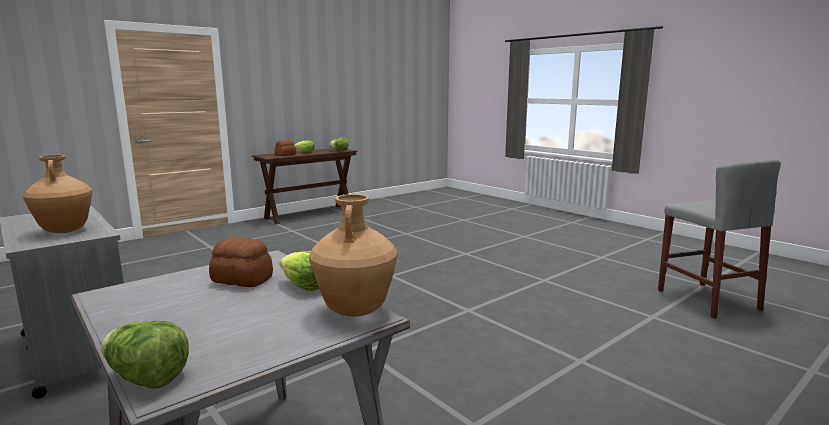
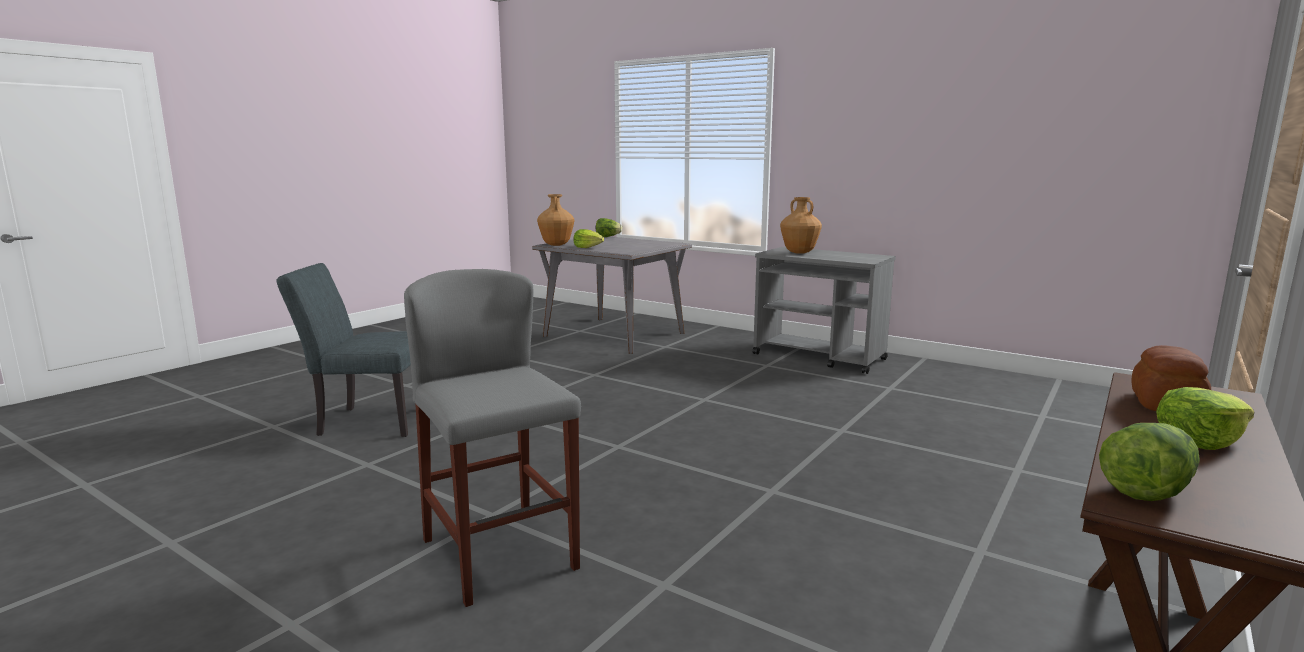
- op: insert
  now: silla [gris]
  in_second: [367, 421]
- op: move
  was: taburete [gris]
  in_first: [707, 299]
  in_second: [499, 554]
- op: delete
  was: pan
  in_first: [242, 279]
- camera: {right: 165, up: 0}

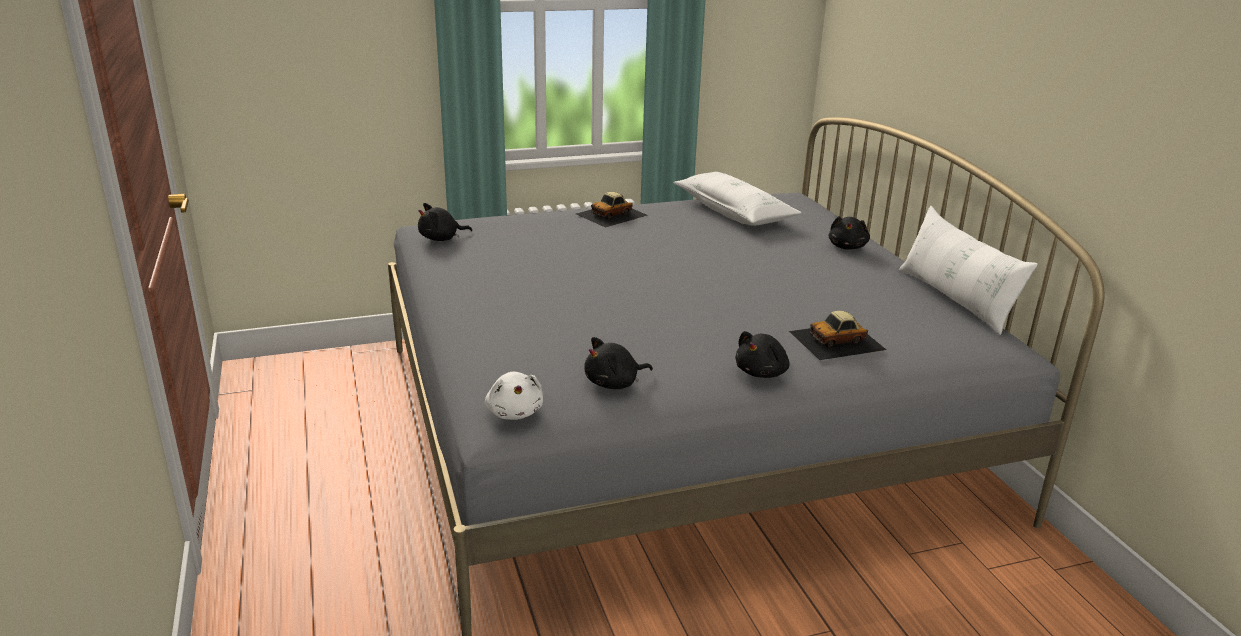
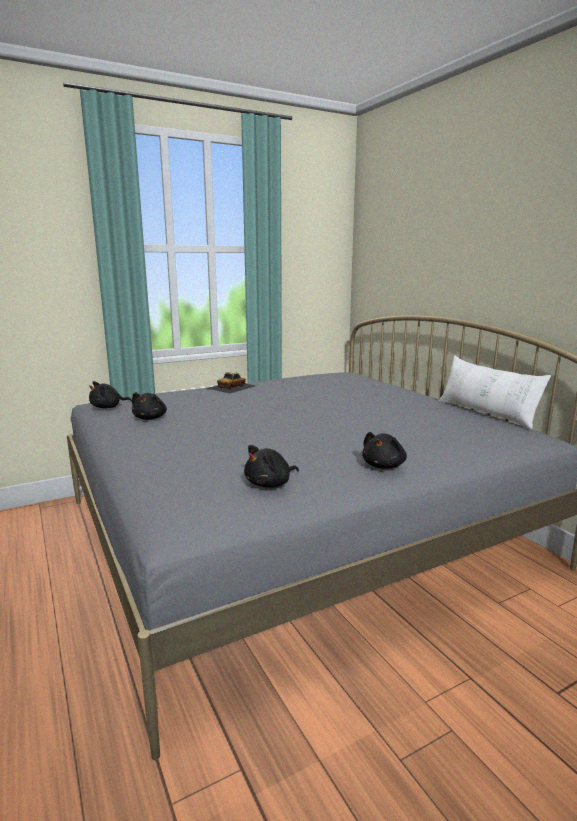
- op: move
  was: peluche [negro]
  in_first: [847, 247]
  in_second: [150, 418]
- op: delete
  was: peluche [blanco]
  in_first: [514, 412]
- op: delete
  was: cojín [blanco]
  in_first: [734, 212]
- op: delete
  was: coche de juguete
  in_first: [837, 340]
- camera: {right: -10, up: -10}

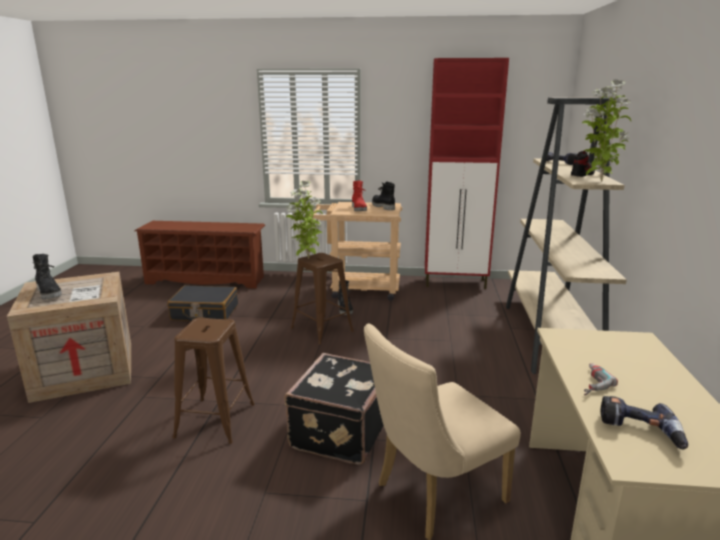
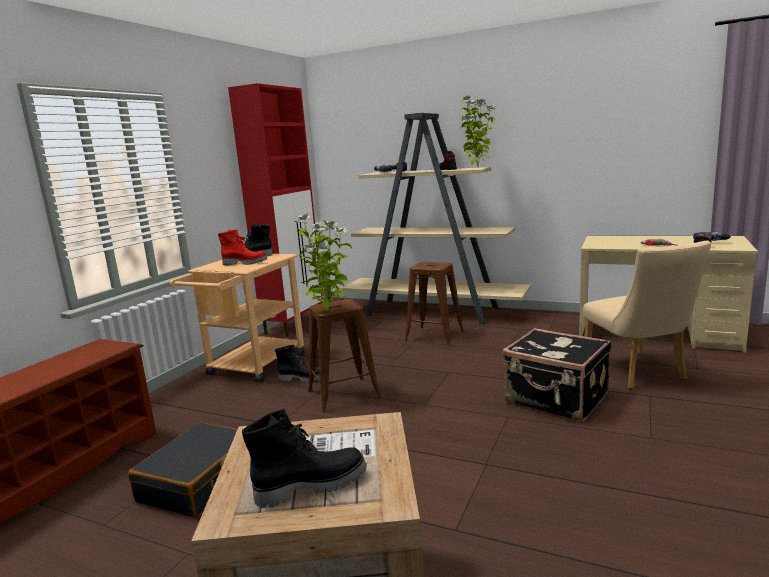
- op: move
  was: taburete [marrón]
  in_first: [215, 420]
  in_second: [434, 336]
- camera: {right: -70, up: -5}

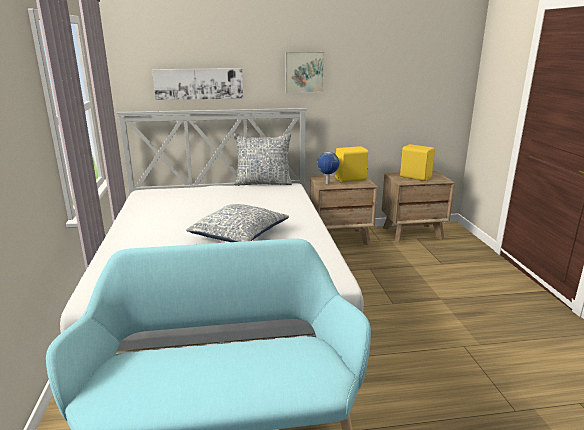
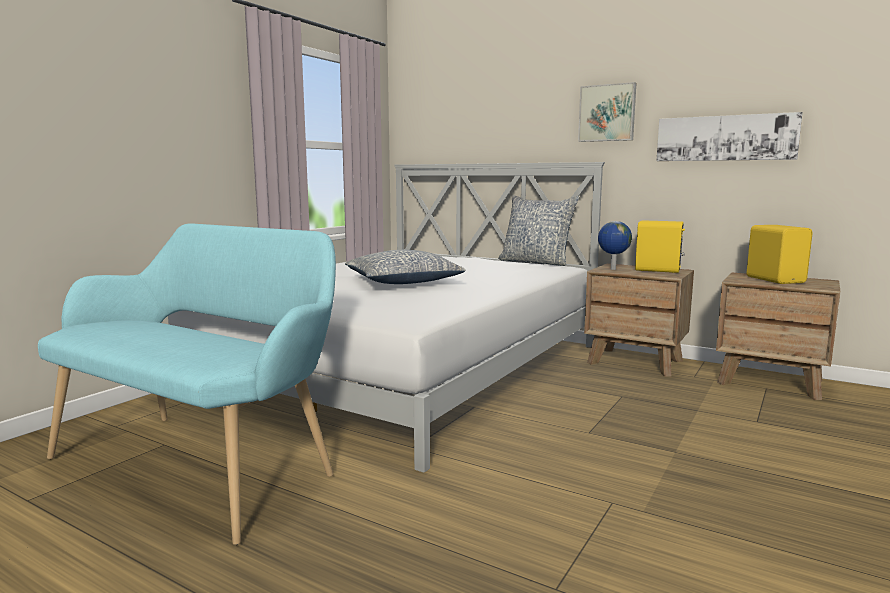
- op: move
  was: cuadro
  in_first: [199, 83]
  in_second: [725, 138]
- camera: {right: 40, up: -10}

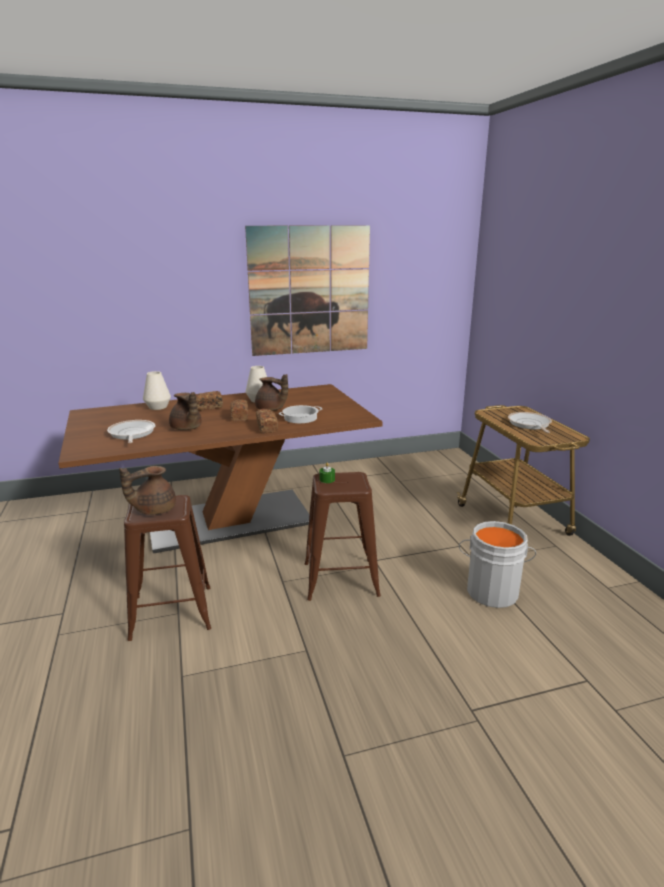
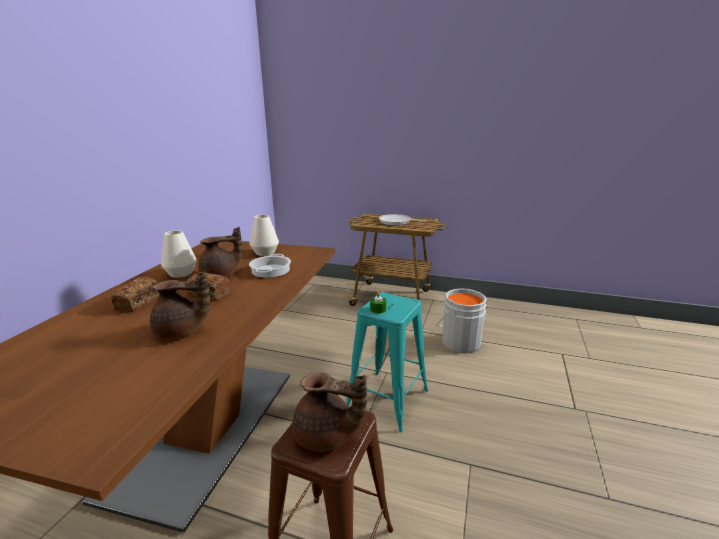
- op: move
  was: florero [blanco]
  in_first: [158, 407]
  in_second: [265, 253]
- op: rotate
  was: tetera [marrón]
  in_first: [153, 509]
  in_second: [326, 436]
  clockwise: -75
- op: recolor
  was: taburete [marrón]
  now: taburete [turquesa]
  in_first: [340, 579]
  in_second: [387, 399]
- op: delete
  was: sartén
  in_first: [131, 434]
- op: delete
  was: cuadro
  in_first: [309, 291]
- op: delete
  was: pan
  in_first: [267, 428]
- camera: {right: -55, up: 0}

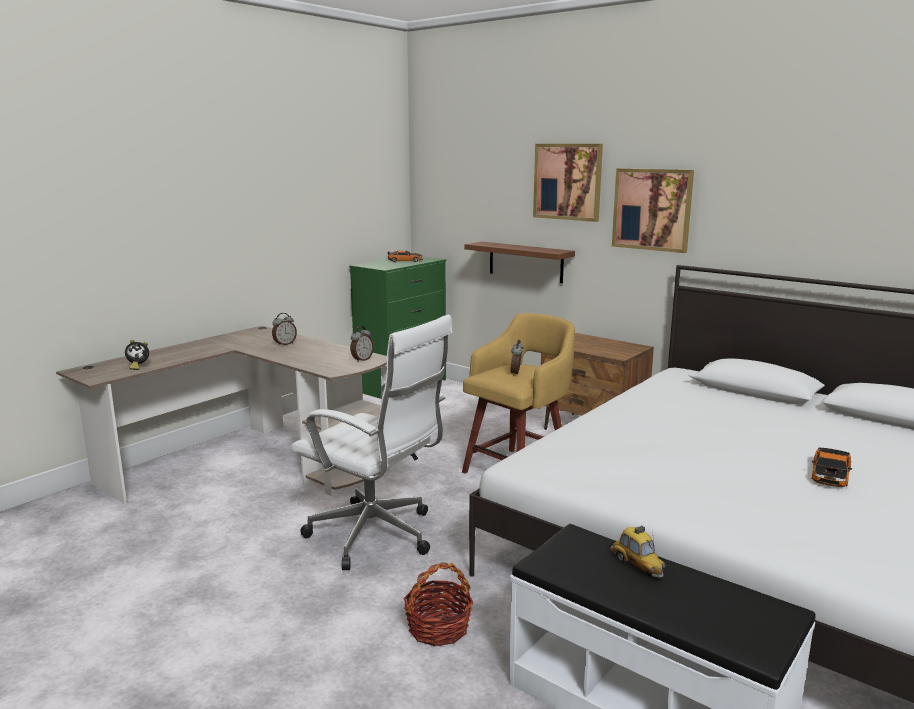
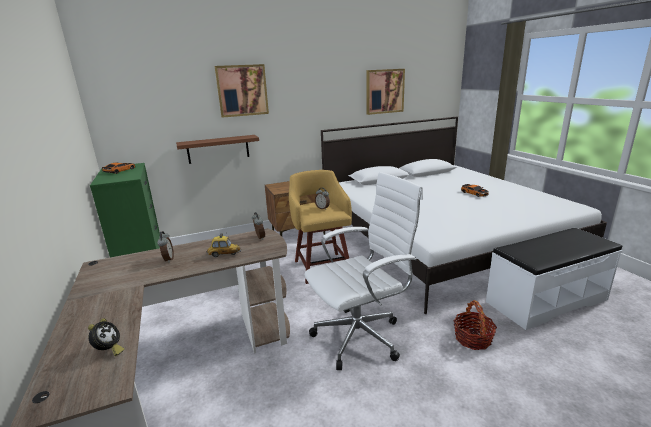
- op: move
  was: coche de juguete
  in_first: [637, 566]
  in_second: [224, 254]
- op: move
  was: cuadro
  in_first: [652, 209]
  in_second: [384, 91]
- camera: {right: -60, up: 5}

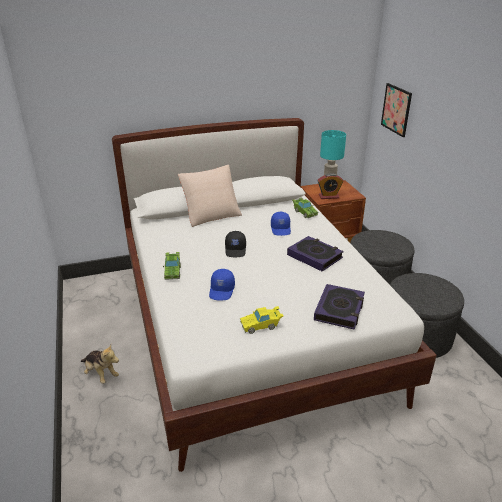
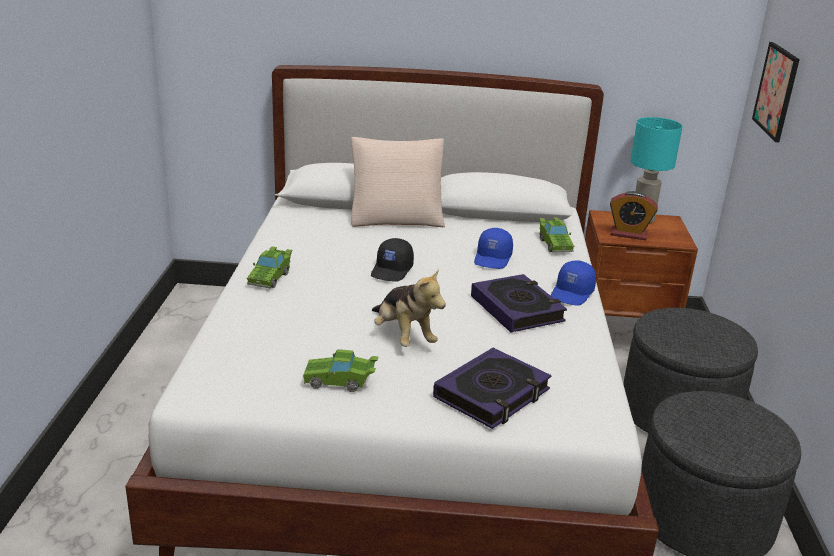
- op: recolor
  was: coche de juguete [amarillo]
  now: coche de juguete [verde]
  in_first: [261, 325]
  in_second: [340, 382]
- op: move
  was: peluche
  in_first: [101, 374]
  in_second: [403, 336]
- op: move
  was: gorra [azul]
  in_first: [222, 290]
  in_second: [572, 294]
- camera: {right: 20, up: -5}

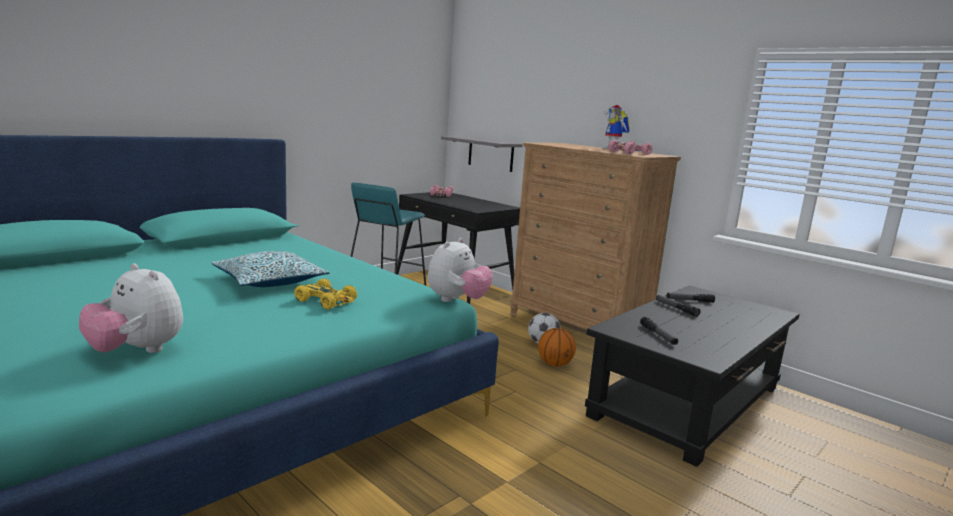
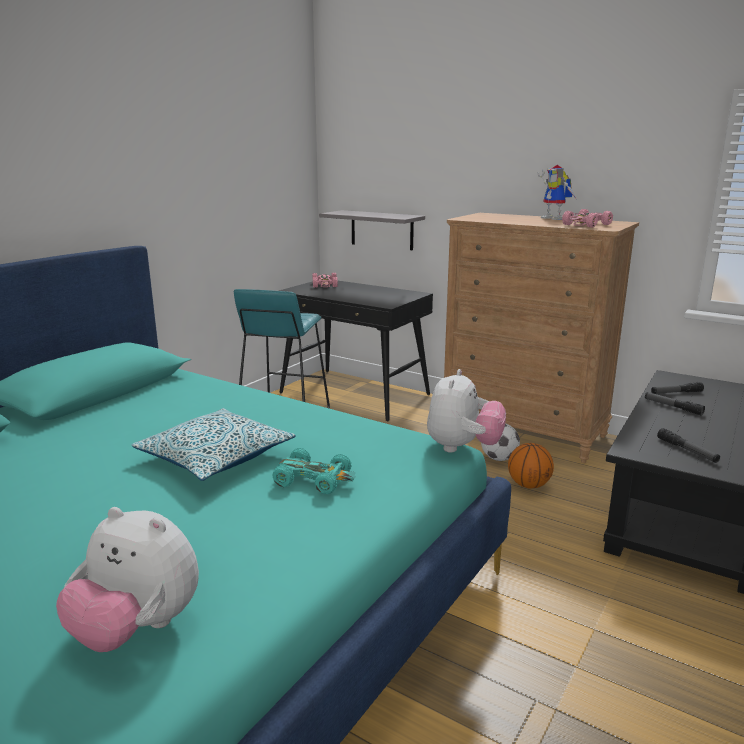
- op: recolor
  was: coche de juguete [amarillo]
  now: coche de juguete [turquesa]
  in_first: [327, 301]
  in_second: [314, 479]
- camera: {right: -10, up: 5}

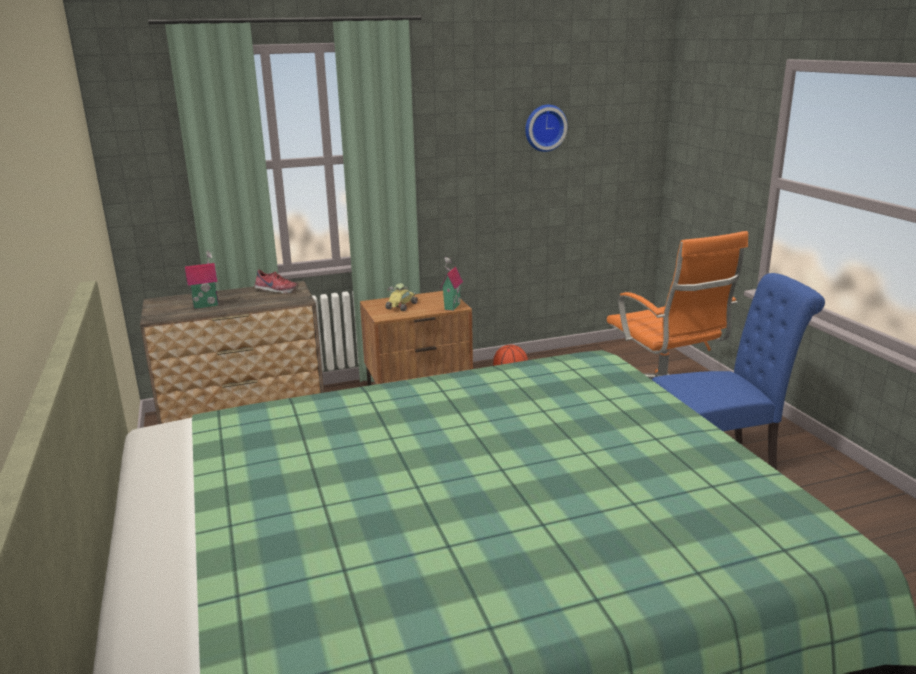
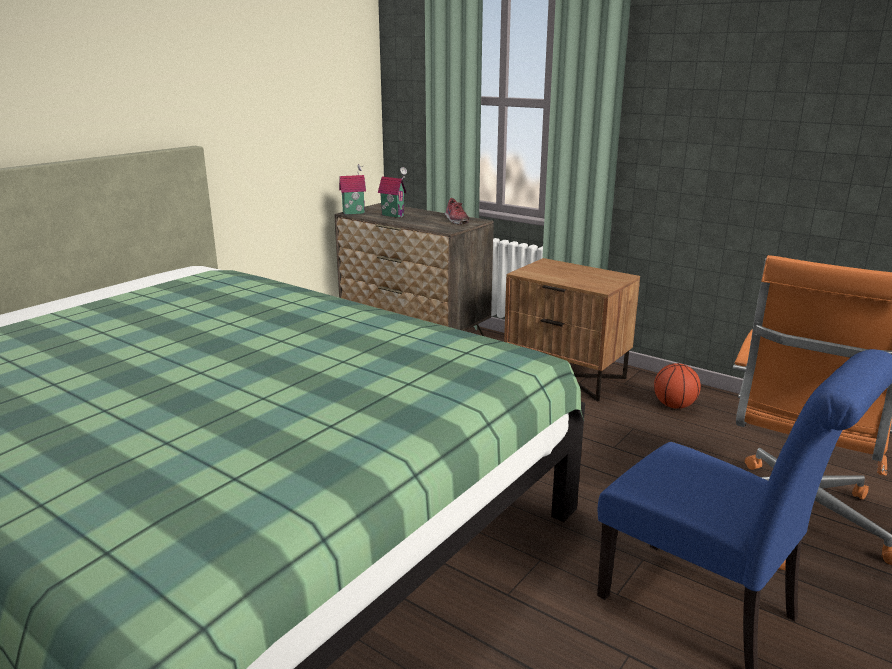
- op: move
  was: casita
  in_first: [451, 306]
  in_second: [353, 212]
- op: delete
  was: coche de juguete
  in_first: [401, 305]
- op: delete
  was: reloj de pared
  in_first: [544, 127]
- camera: {right: 55, up: 0}

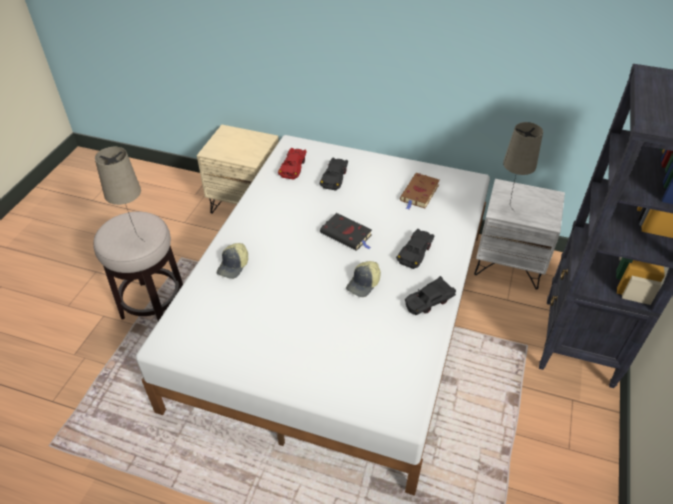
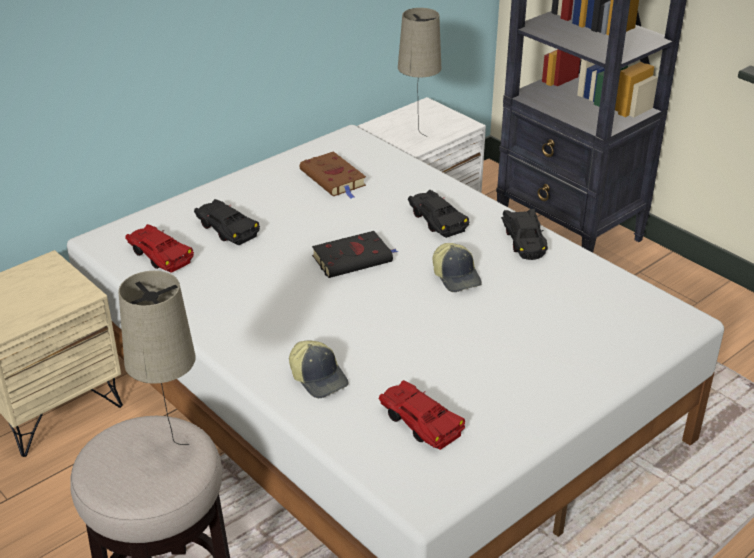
- op: insert
  now: coche de juguete [rojo]
  in_second: [420, 422]
- camera: {right: -60, up: -10}

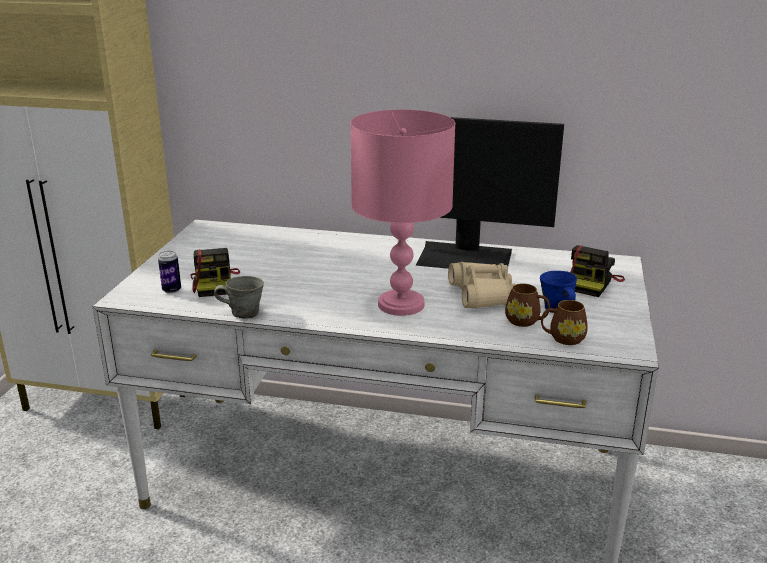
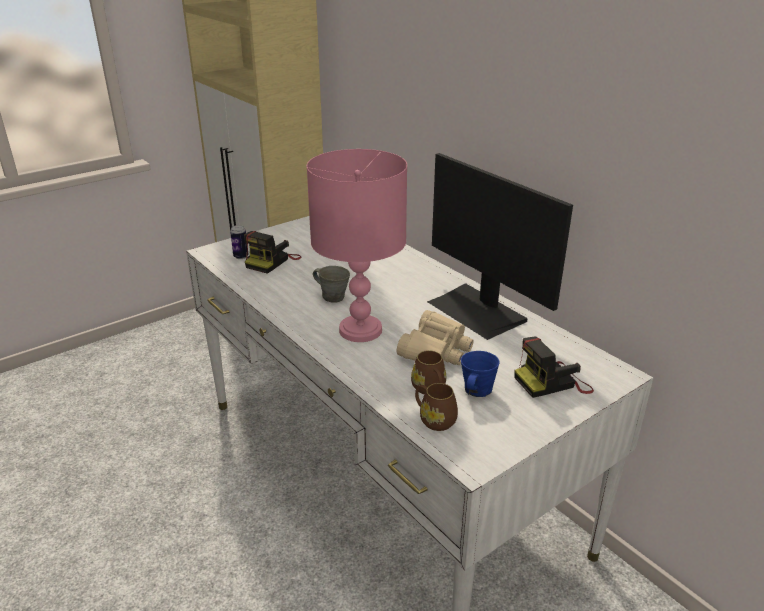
- op: move
  was: taza grande [gris]
  in_first: [243, 313]
  in_second: [332, 296]
- camera: {right: 40, up: 5}

